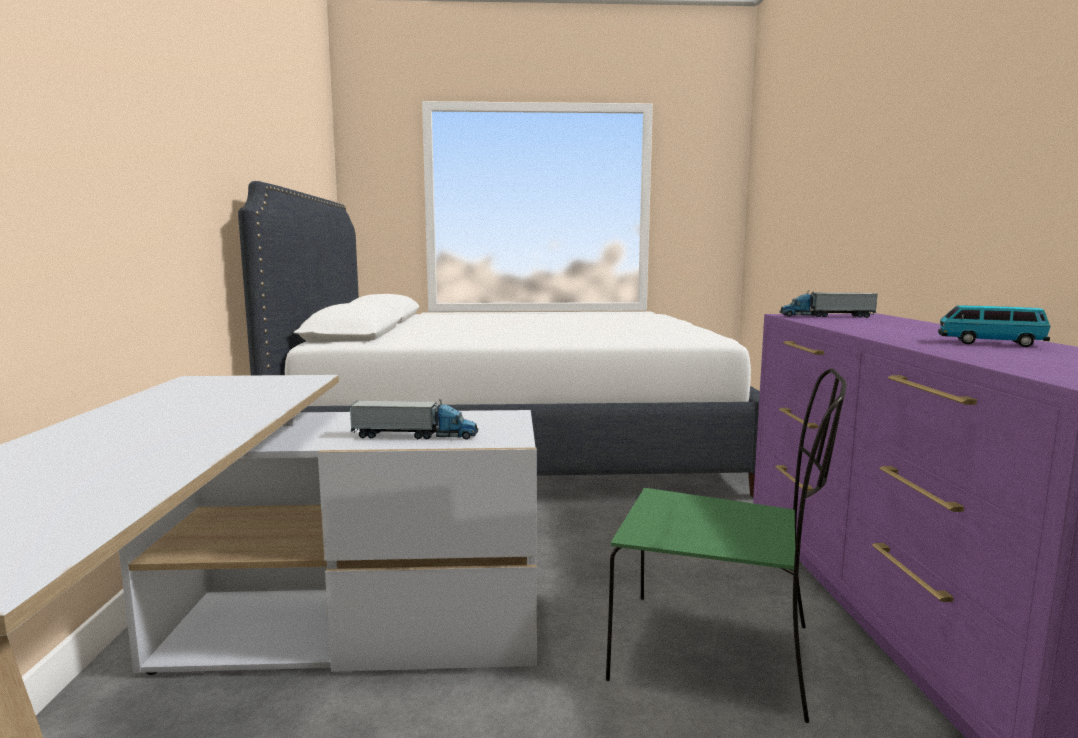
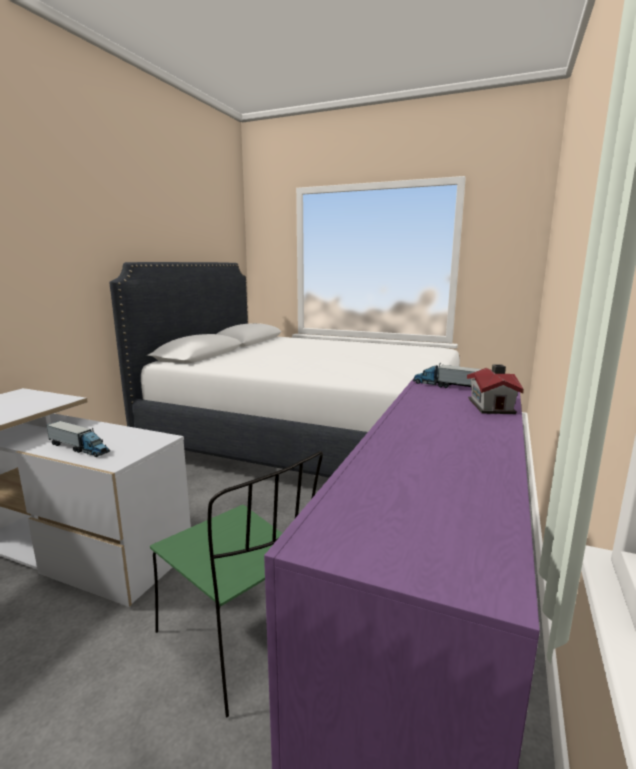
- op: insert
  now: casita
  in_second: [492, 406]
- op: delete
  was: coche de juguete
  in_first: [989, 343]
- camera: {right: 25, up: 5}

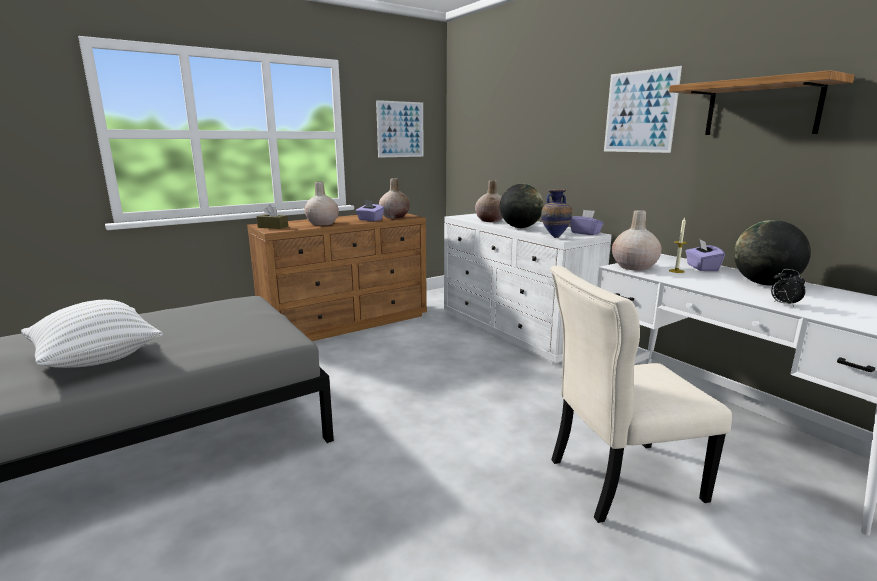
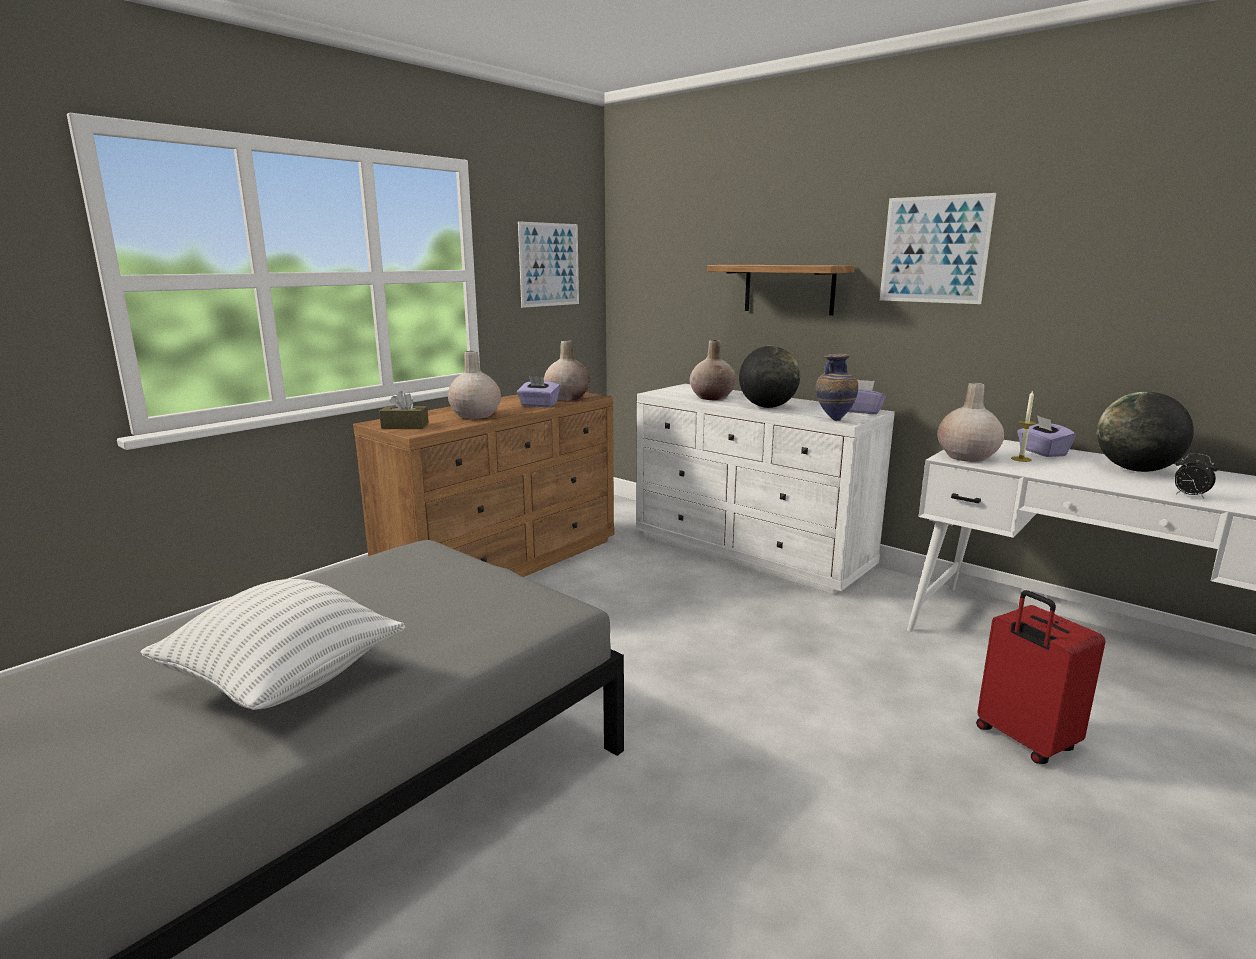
- op: move
  was: estante
  in_first: [761, 108]
  in_second: [789, 289]
- op: replace
  was: silla [beis]
  now: maleta [rojo]
  in_first: [619, 480]
  in_second: [1023, 740]
- camera: {right: -15, up: 0}

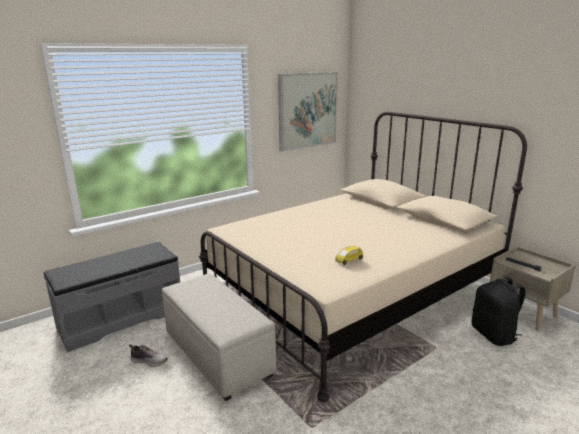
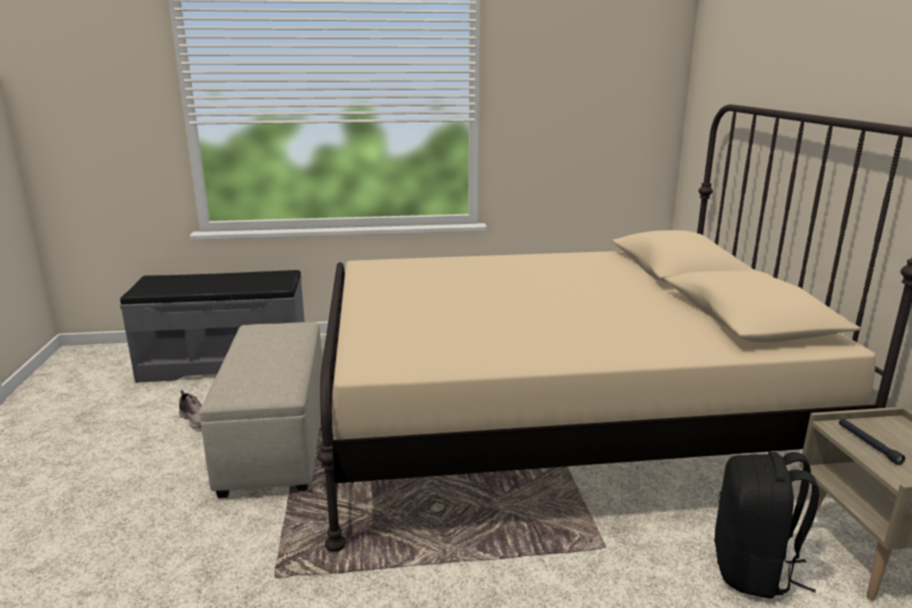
- op: delete
  was: cuadro
  in_first: [308, 110]
- op: delete
  was: coche de juguete [amarillo]
  in_first: [348, 261]
- camera: {right: 30, up: 0}

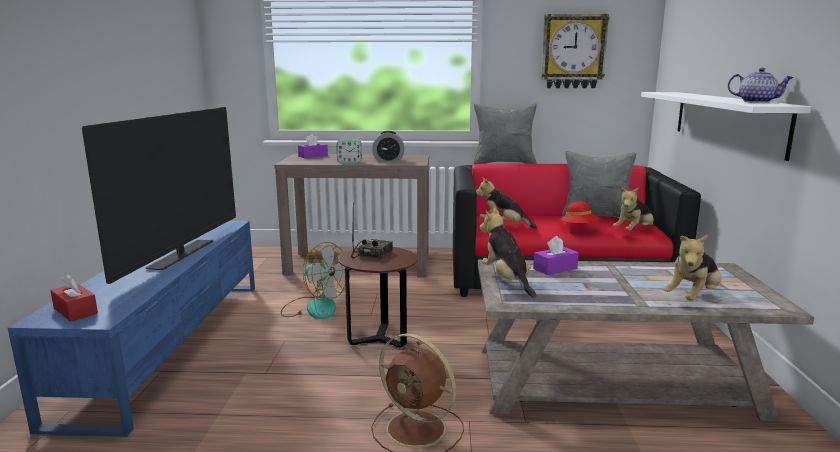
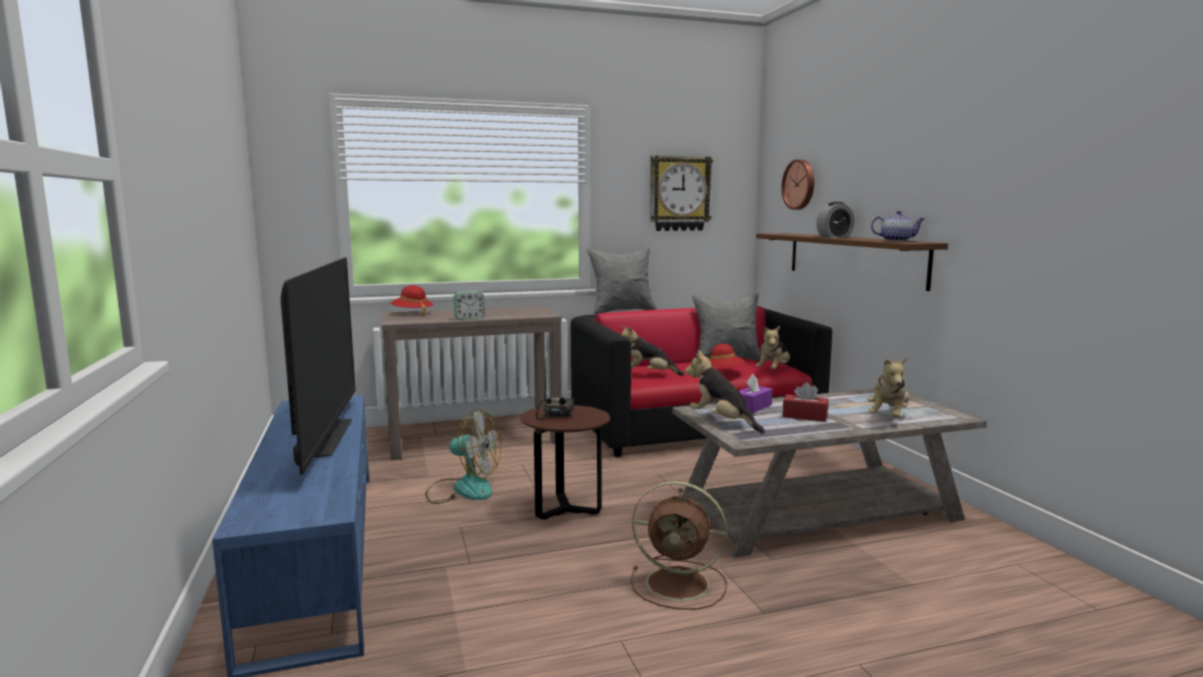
- op: replace
  was: caja de pañuelos [morado]
  now: sombrero [rojo]
  in_first: [313, 156]
  in_second: [412, 314]
- op: recolor
  was: estante [blanco]
  now: estante [marrón]
  in_first: [726, 120]
  in_second: [853, 258]
- op: insert
  now: reloj de pared
  in_second: [800, 184]
- op: move
  was: caja de pañuelos [rojo]
  in_first: [75, 311]
  in_second: [805, 416]
- op: move
  was: despertador
  in_first: [388, 160]
  in_second: [834, 237]
- camera: {right: -20, up: -5}

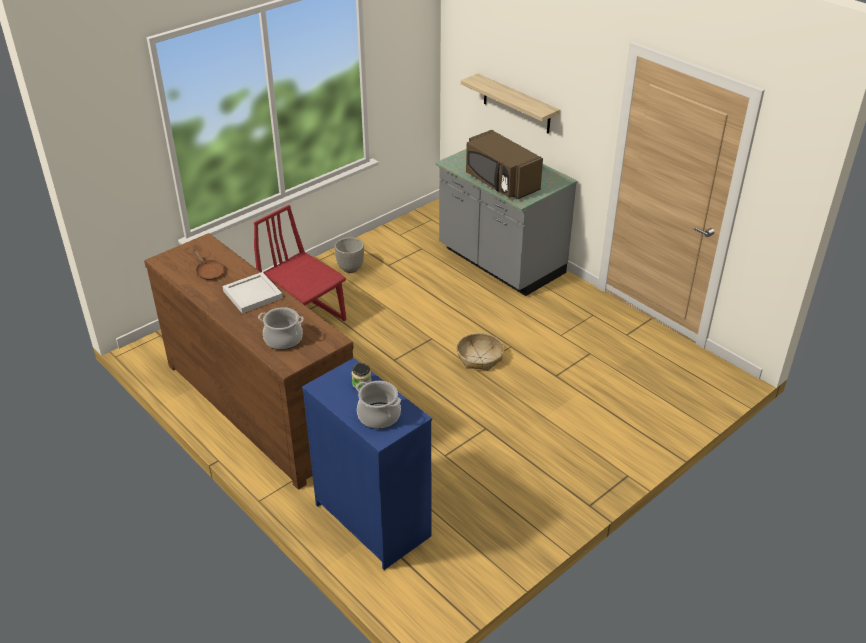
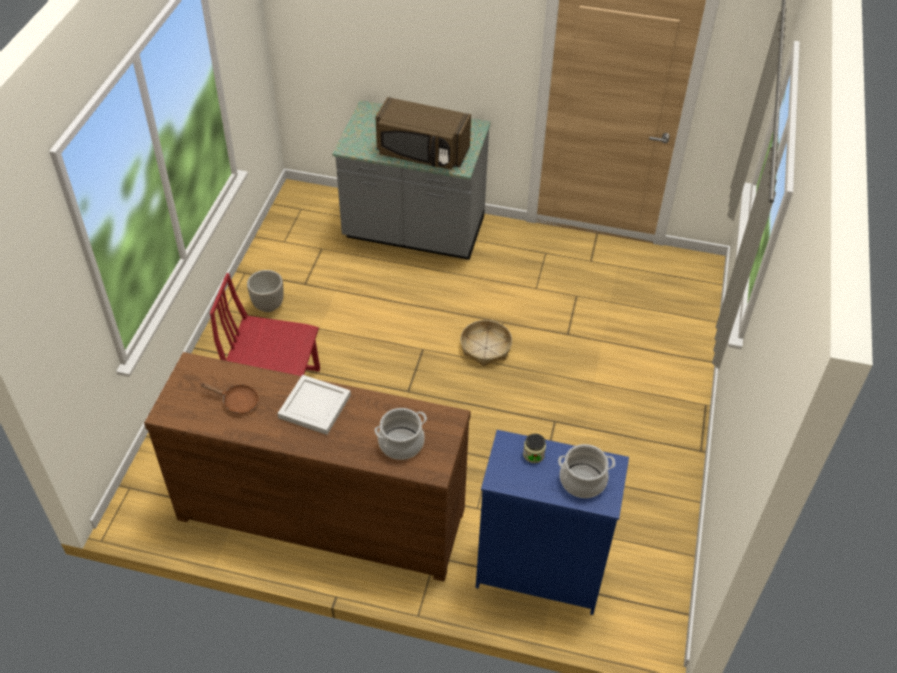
- op: delete
  was: estante
  in_first: [516, 104]
- camera: {right: -35, up: 10}

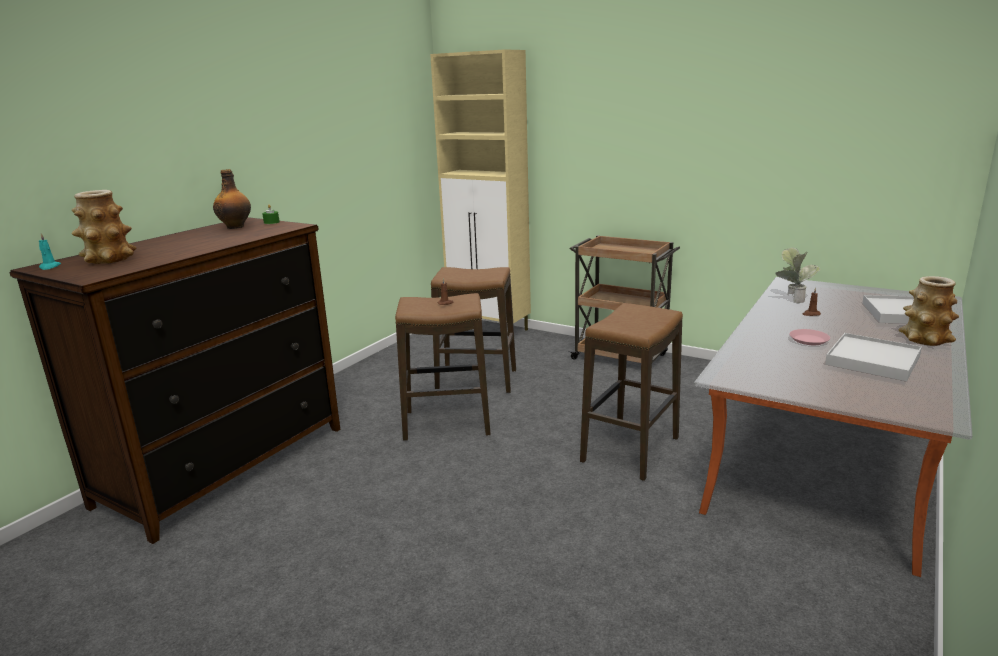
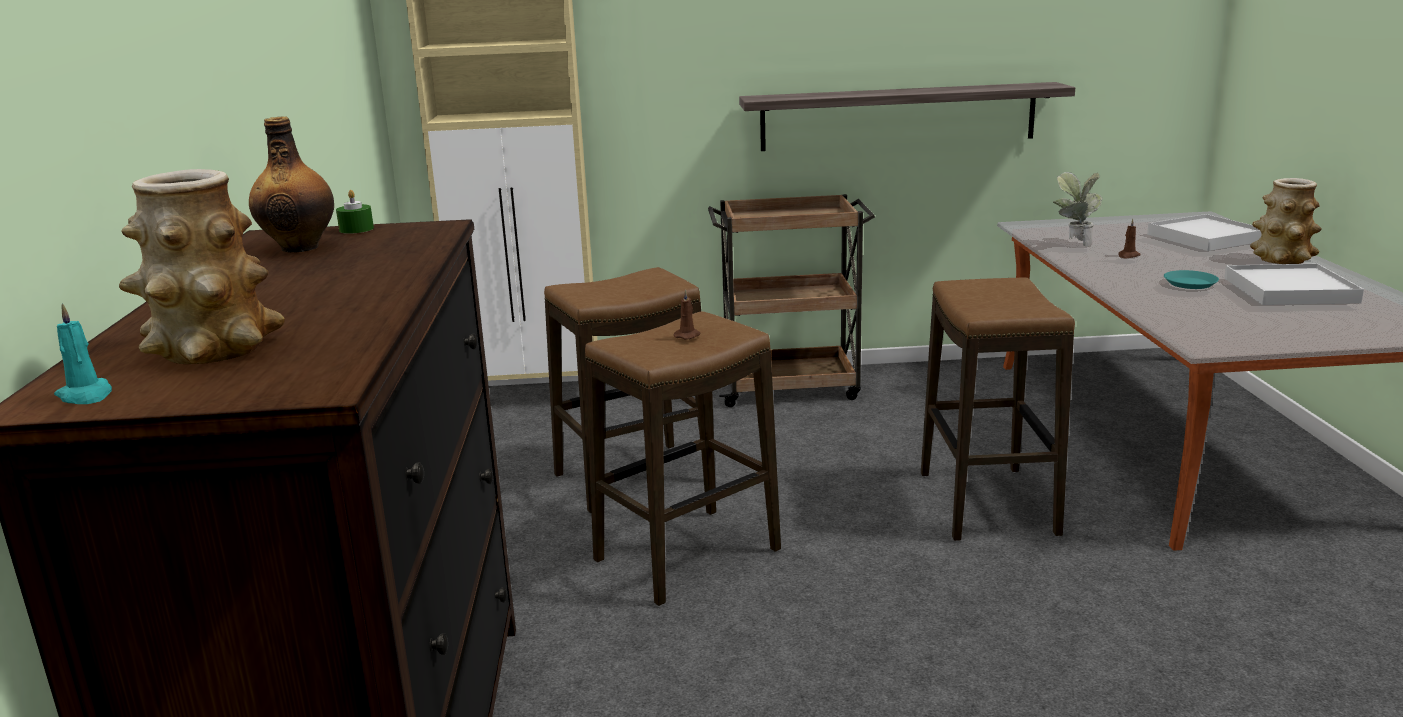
- op: insert
  now: estante
  in_second: [898, 116]
- op: recolor
  was: plato [rosa]
  now: plato [turquesa]
  in_first: [808, 340]
  in_second: [1189, 283]
- camera: {right: -35, up: 0}

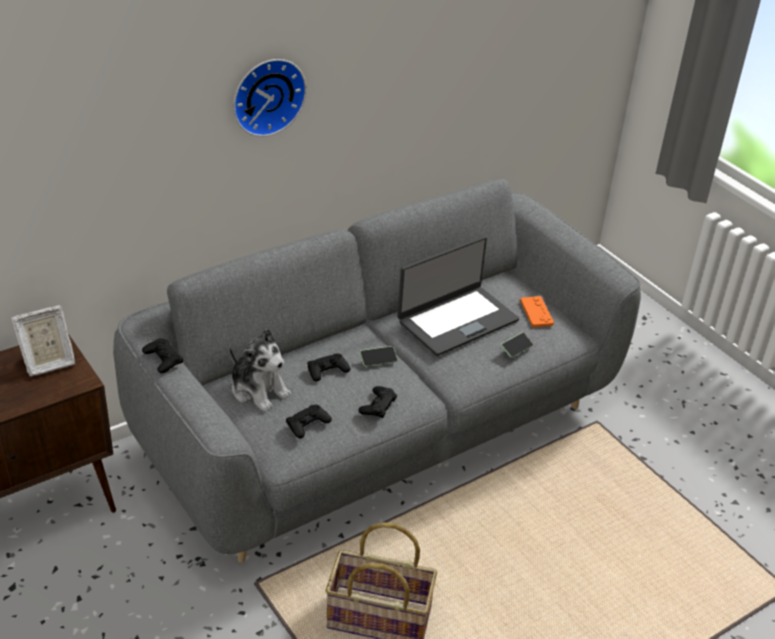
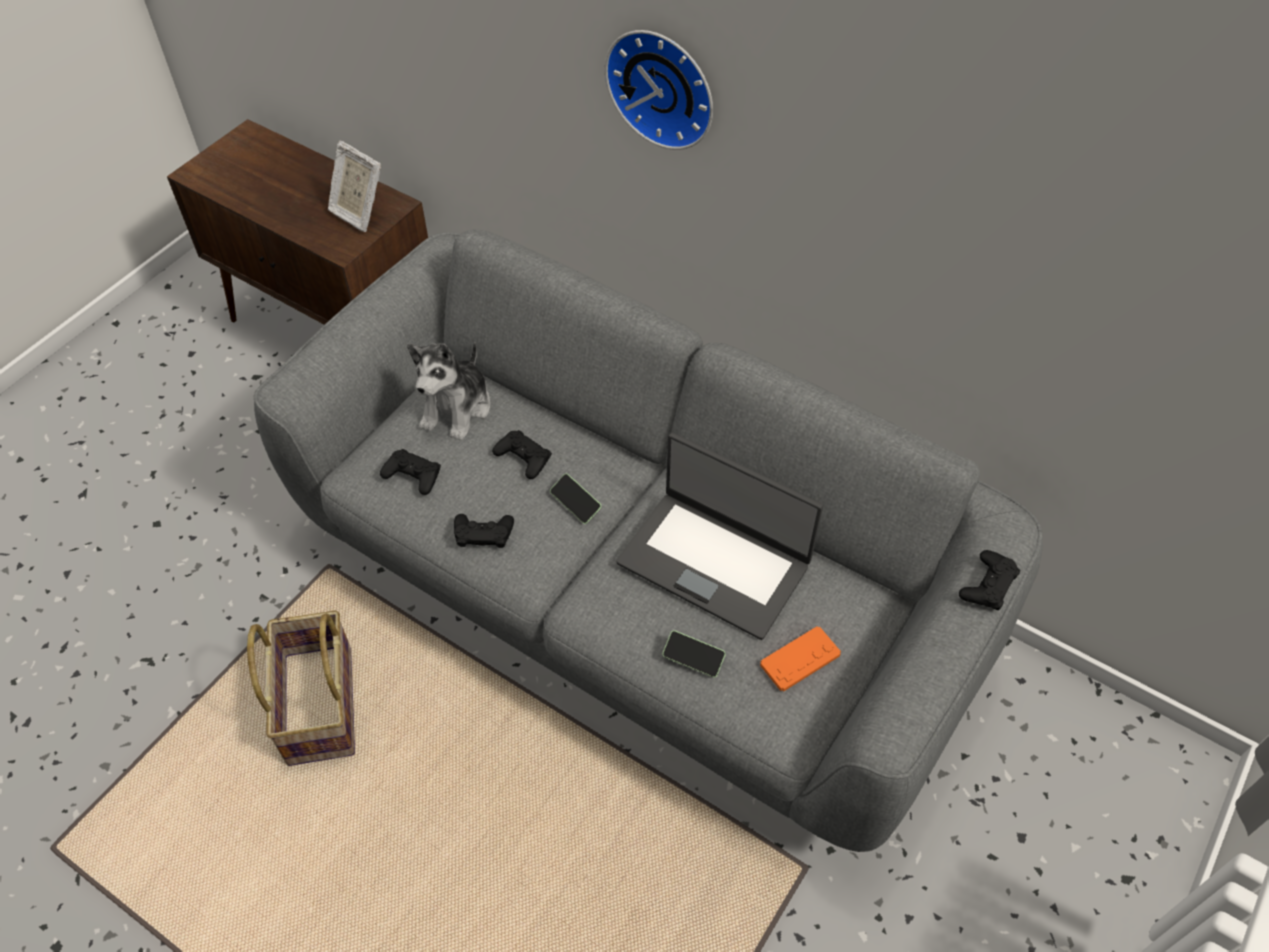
- op: move
  was: mando de consola [negro]
  in_first: [163, 359]
  in_second: [988, 584]
- camera: {right: 70, up: 15}

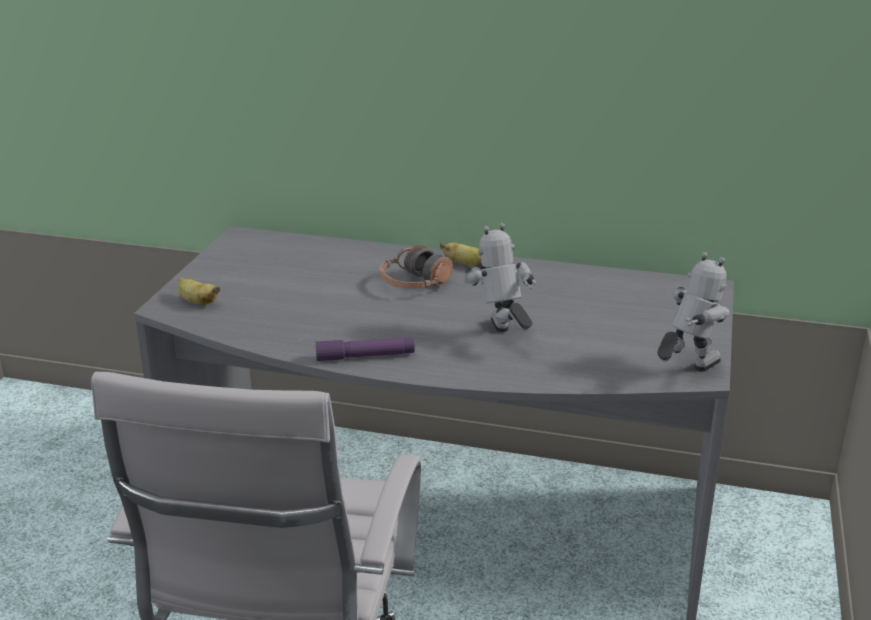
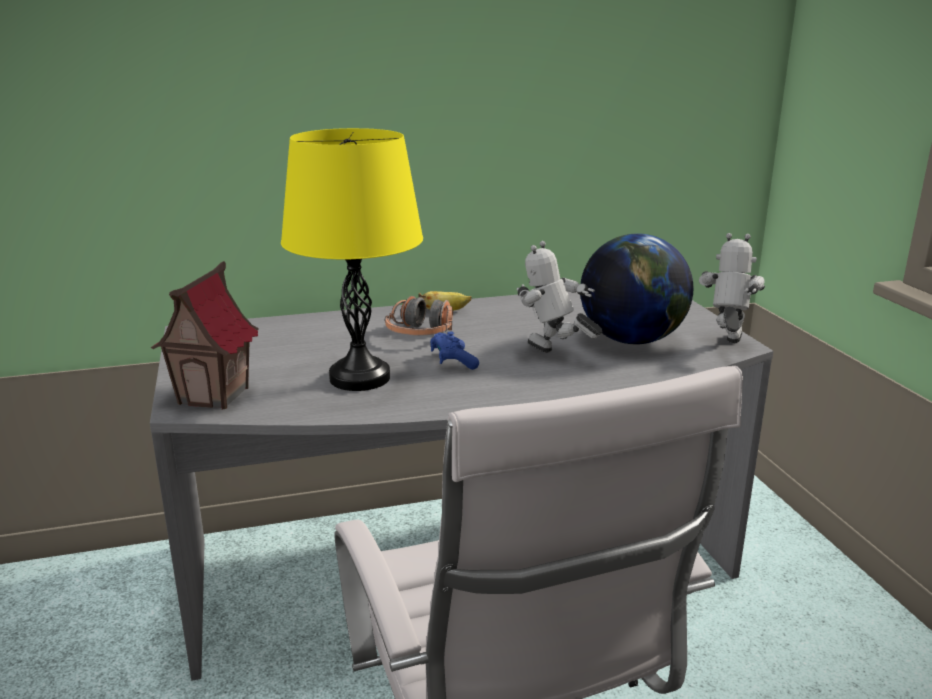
- op: replace
  was: plátano
  now: casita
  in_first: [197, 302]
  in_second: [215, 395]
- op: insert
  now: lámpara de mesa [amarillo]
  in_second: [360, 378]
- op: insert
  now: mando de consola [azul]
  in_second: [453, 361]
- op: insert
  now: globo terráqueo
  in_second: [632, 340]
- op: delete
  was: linterna [morado]
  in_first: [365, 356]
- camera: {right: -30, up: -5}

